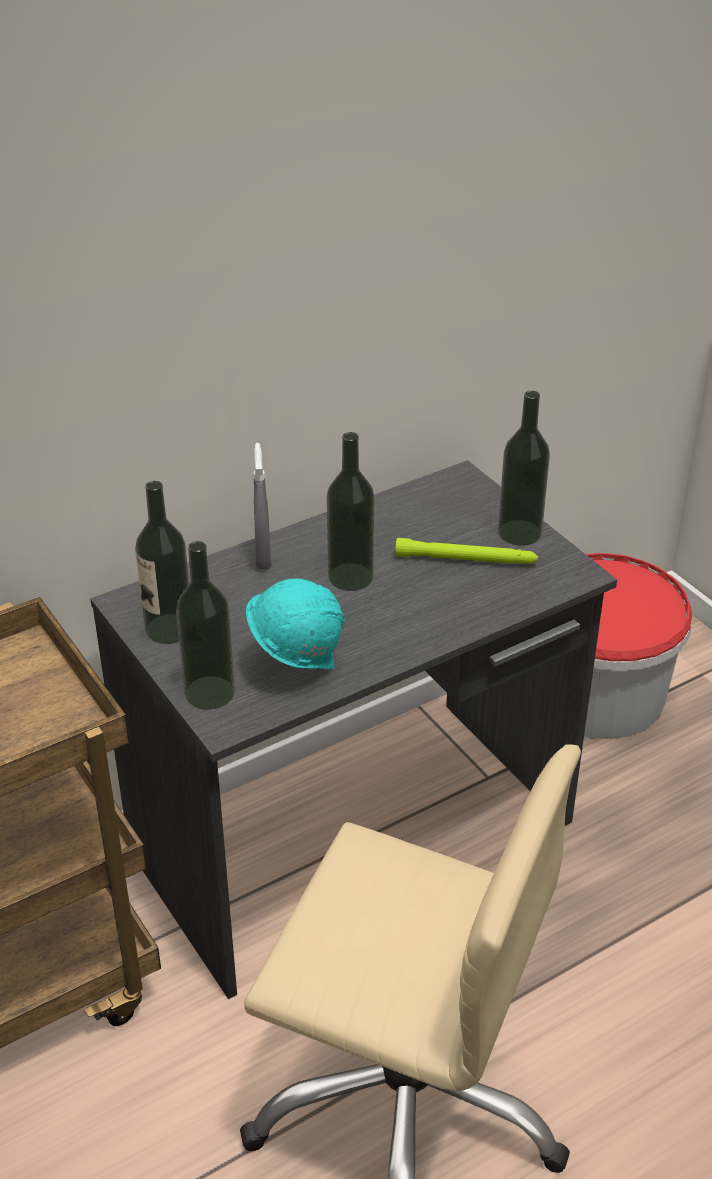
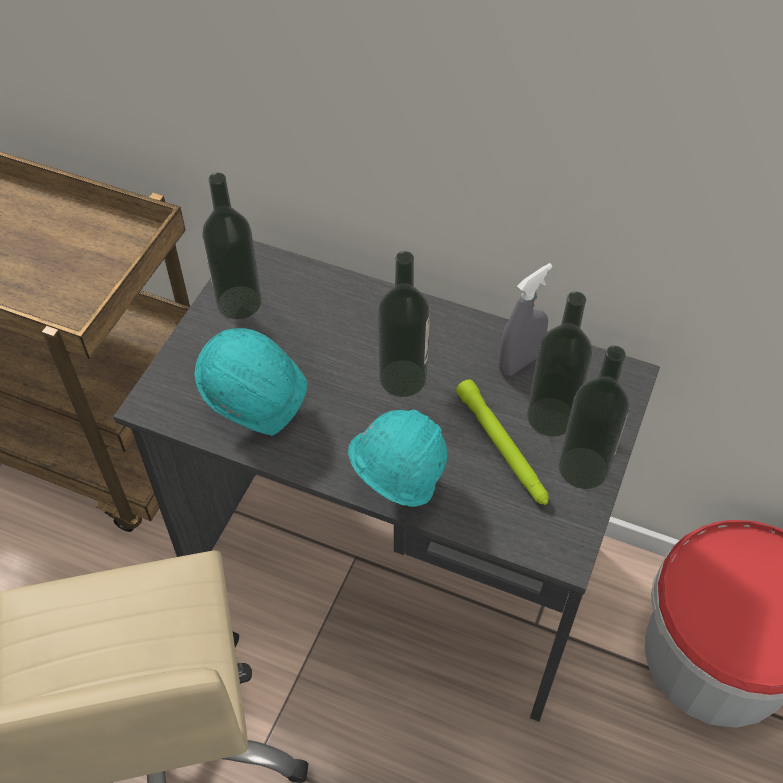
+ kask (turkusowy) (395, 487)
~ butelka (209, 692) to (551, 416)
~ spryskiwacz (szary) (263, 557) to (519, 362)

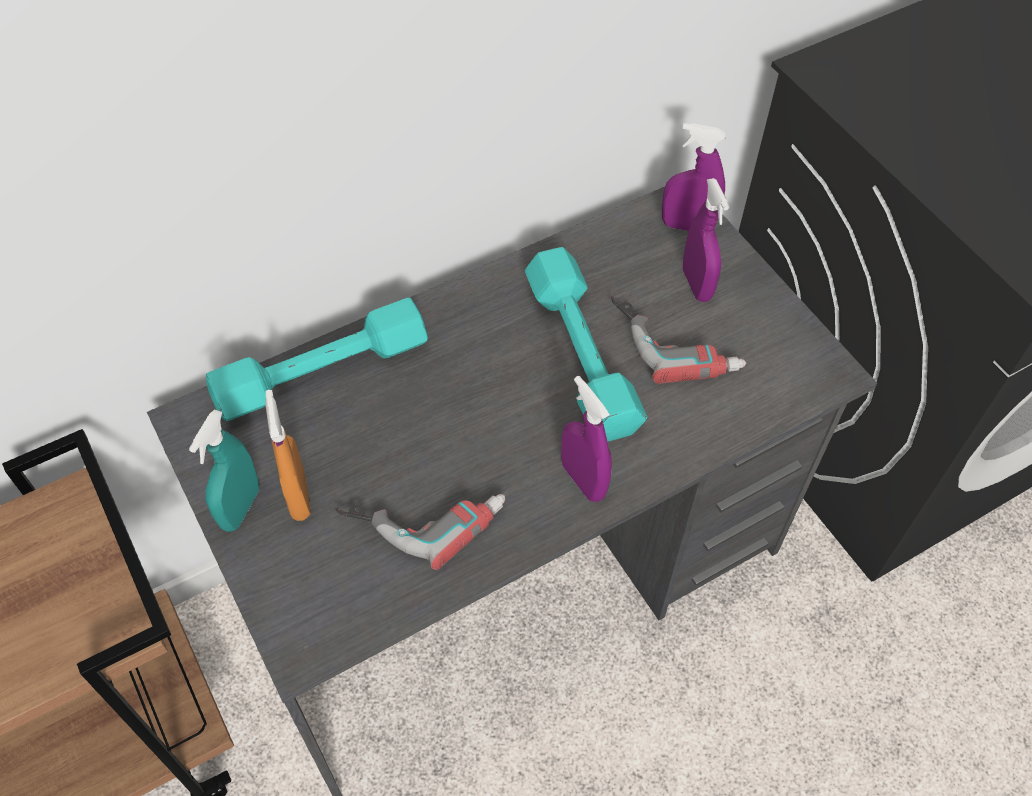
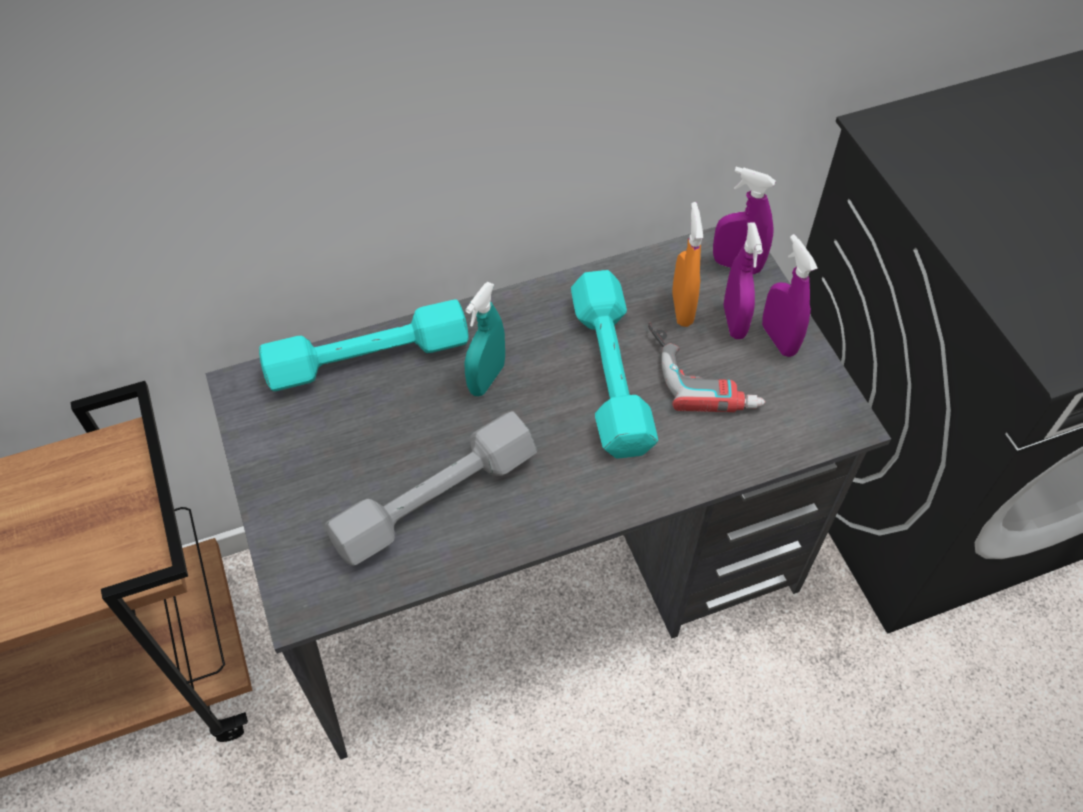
~ spryskiwacz (turkusowy) (240, 508) to (486, 379)
~ spryskiwacz (pomarańczowy) (298, 496) to (682, 309)
~ spryskiwacz (fioletowy) (583, 480) to (778, 339)
~ wiertarka (424, 511) to hantel (szary) (435, 499)

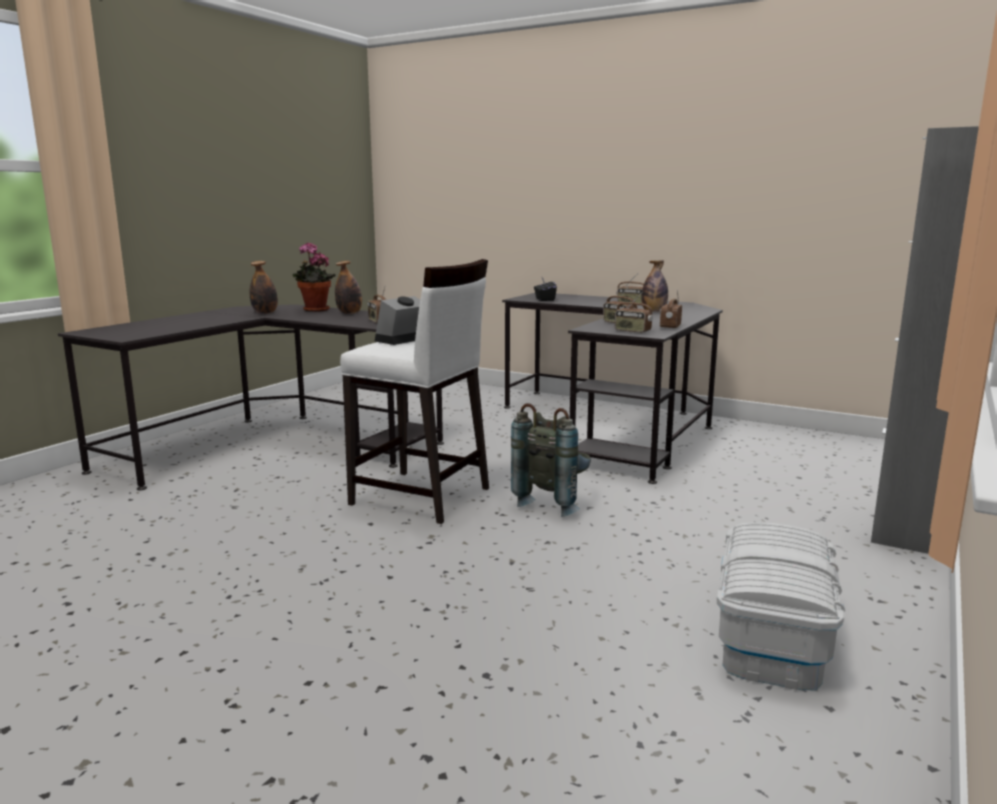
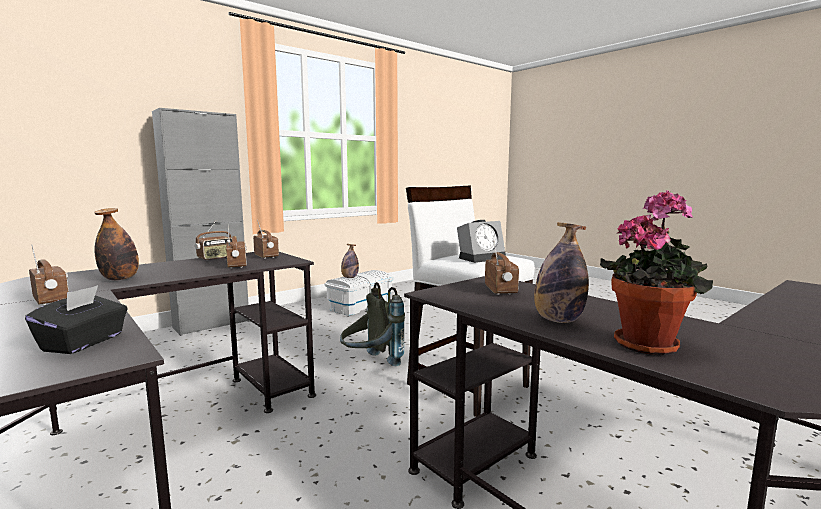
~ butelka (265, 313) to (349, 277)

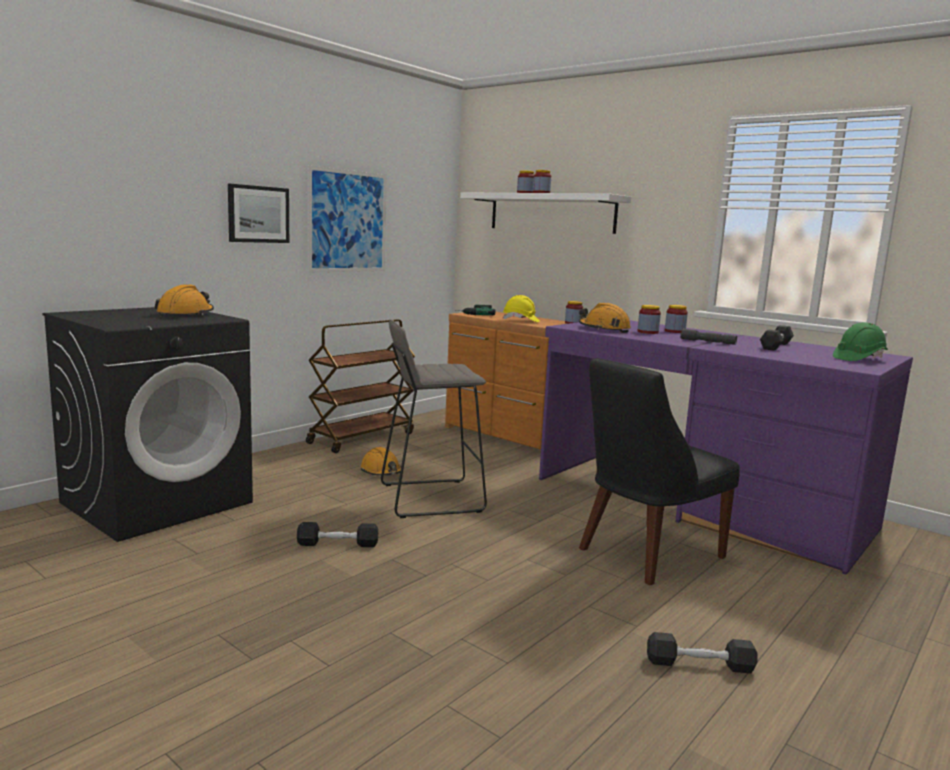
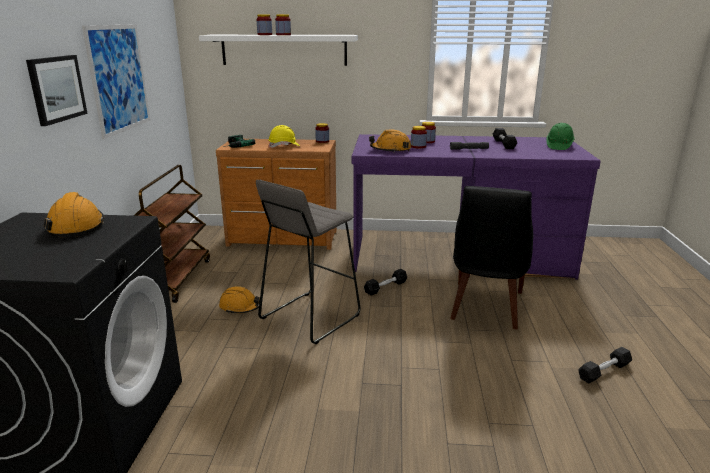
~ hantel (czarny) (338, 544) to (385, 287)

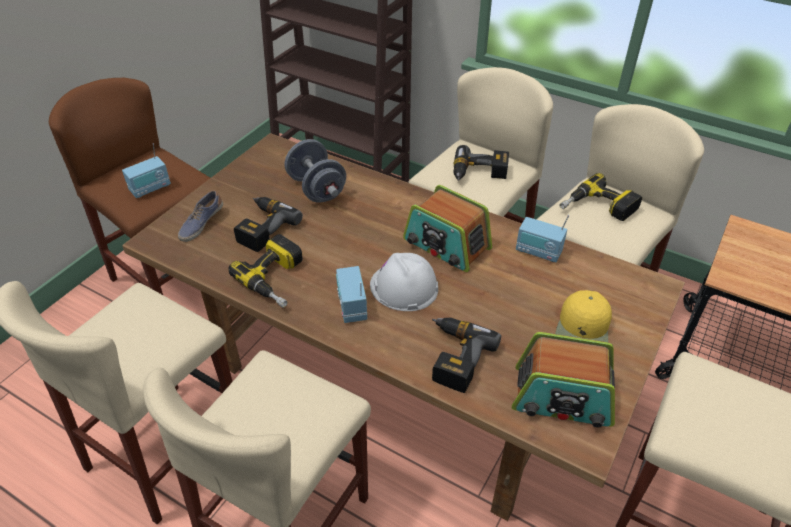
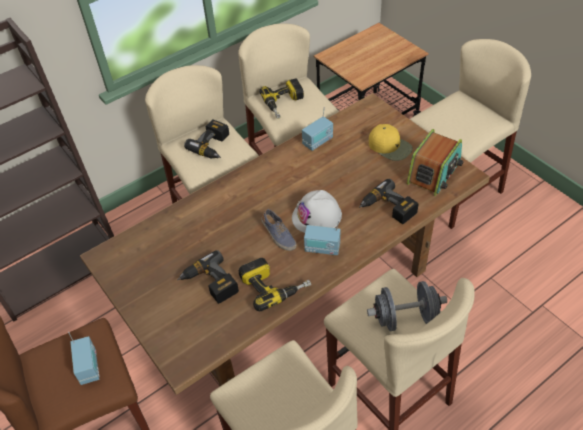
- radio (446, 245)
~ but (201, 224) to (278, 235)
~ hantel (szary) (317, 189) to (405, 317)

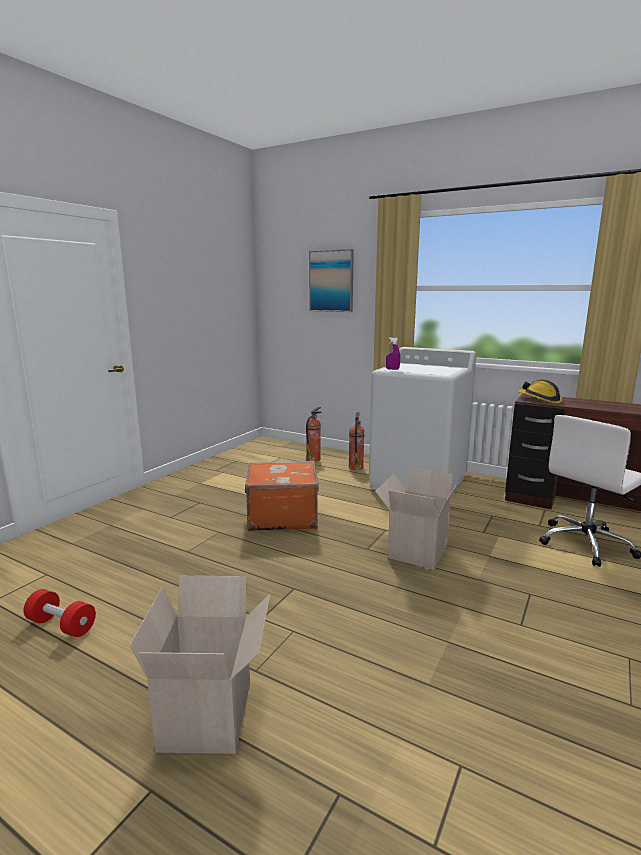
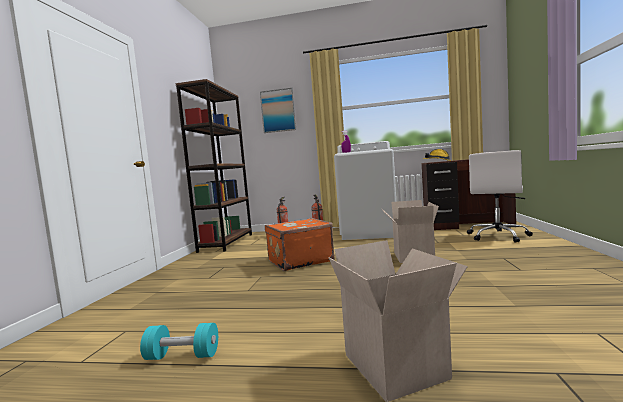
+ regał (brązowy) (226, 243)
~ hantel (czerwony) (61, 625) to hantel (turkusowy) (182, 356)

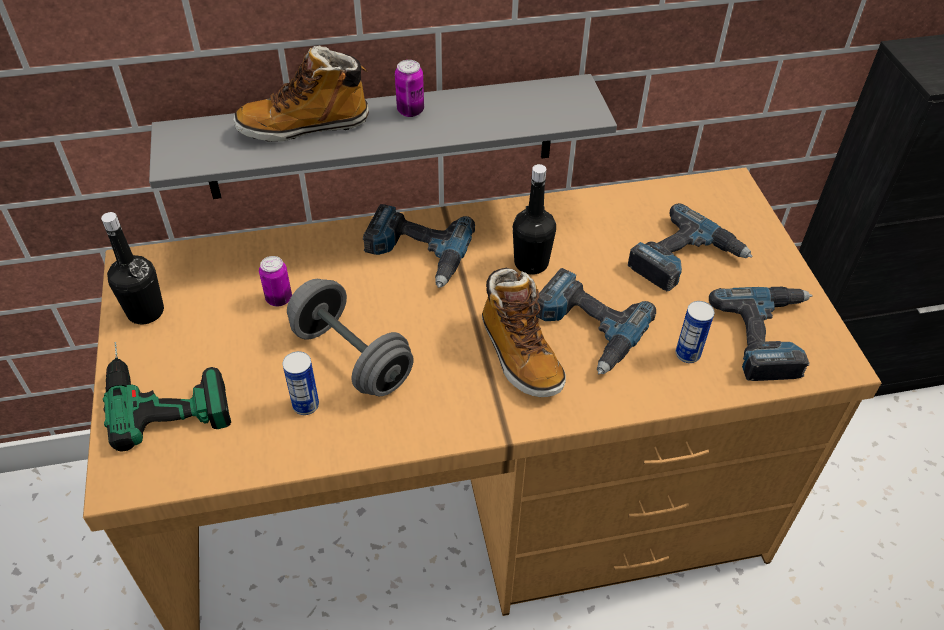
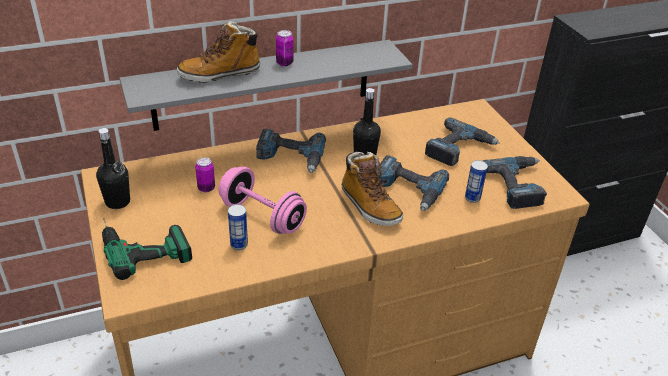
~ hantel (szary) (352, 357) to hantel (różowy) (262, 216)

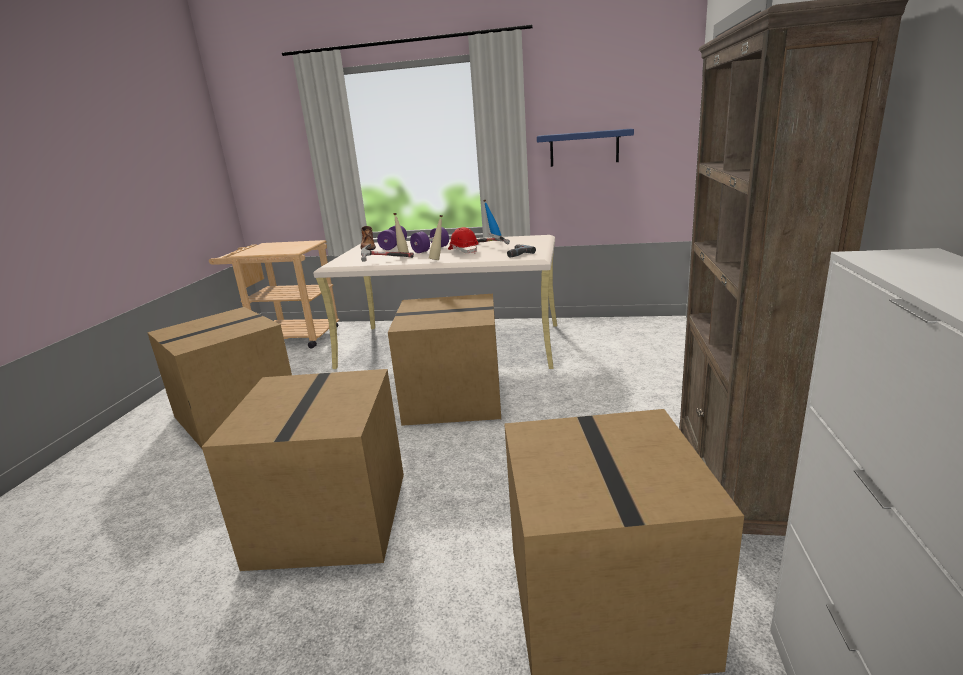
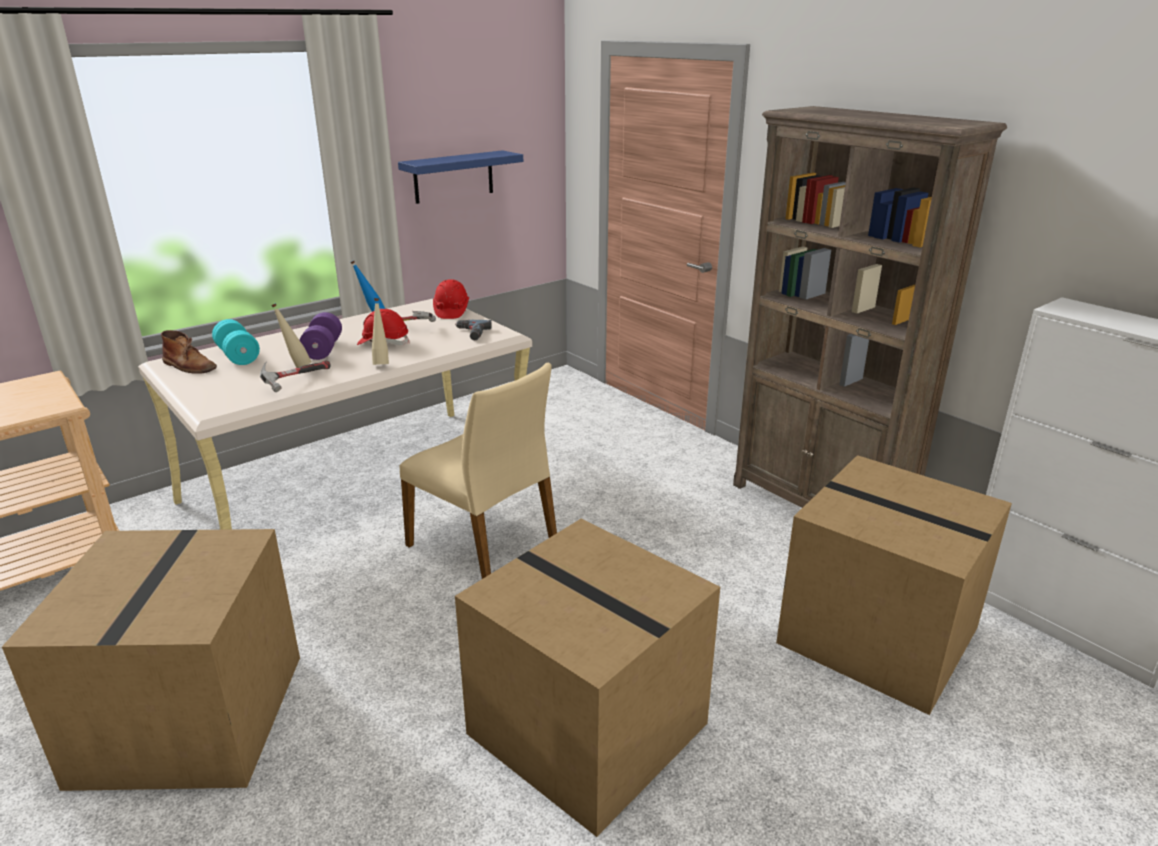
+ kask (czerwony) (451, 311)
~ karton (452, 399) to krzesło (beżowy) (485, 546)
~ hantel (fioletowy) (393, 246) to hantel (turkusowy) (238, 356)

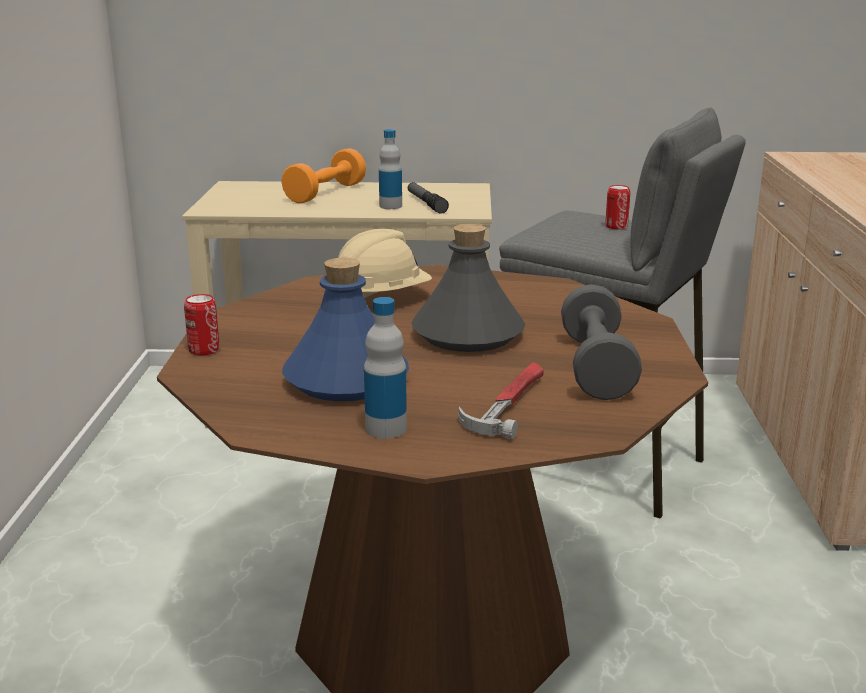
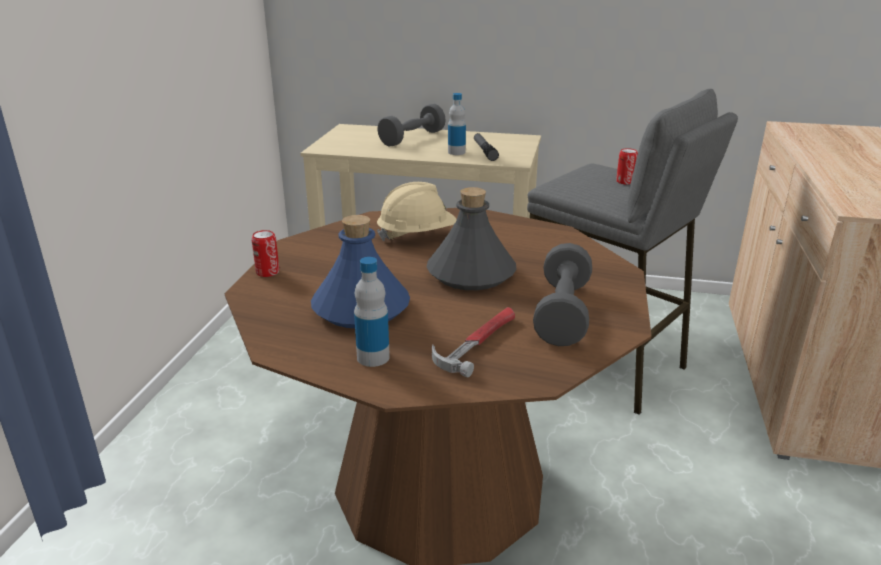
~ hantel (pomarańczowy) (325, 193) to hantel (szary) (412, 138)

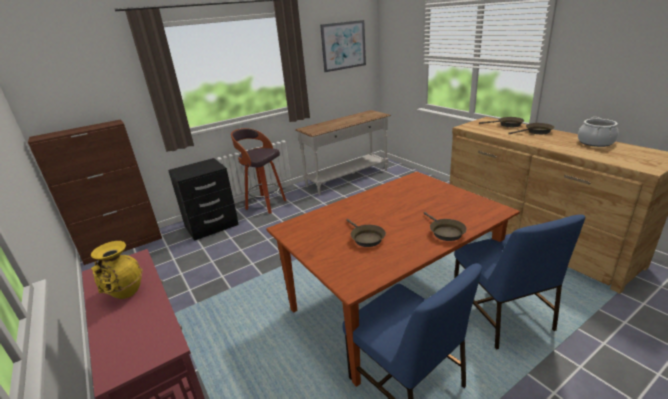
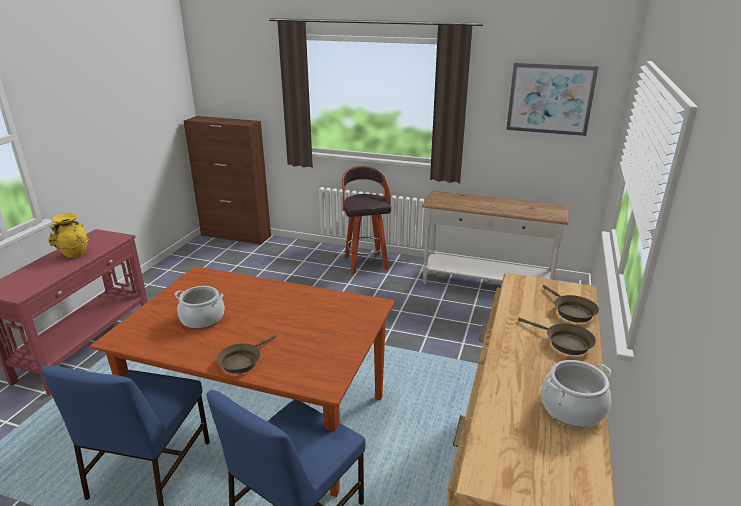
- szafka nocna (czarny) (211, 226)
~ patelnia (brązowy) (366, 238) to garnek (202, 319)

